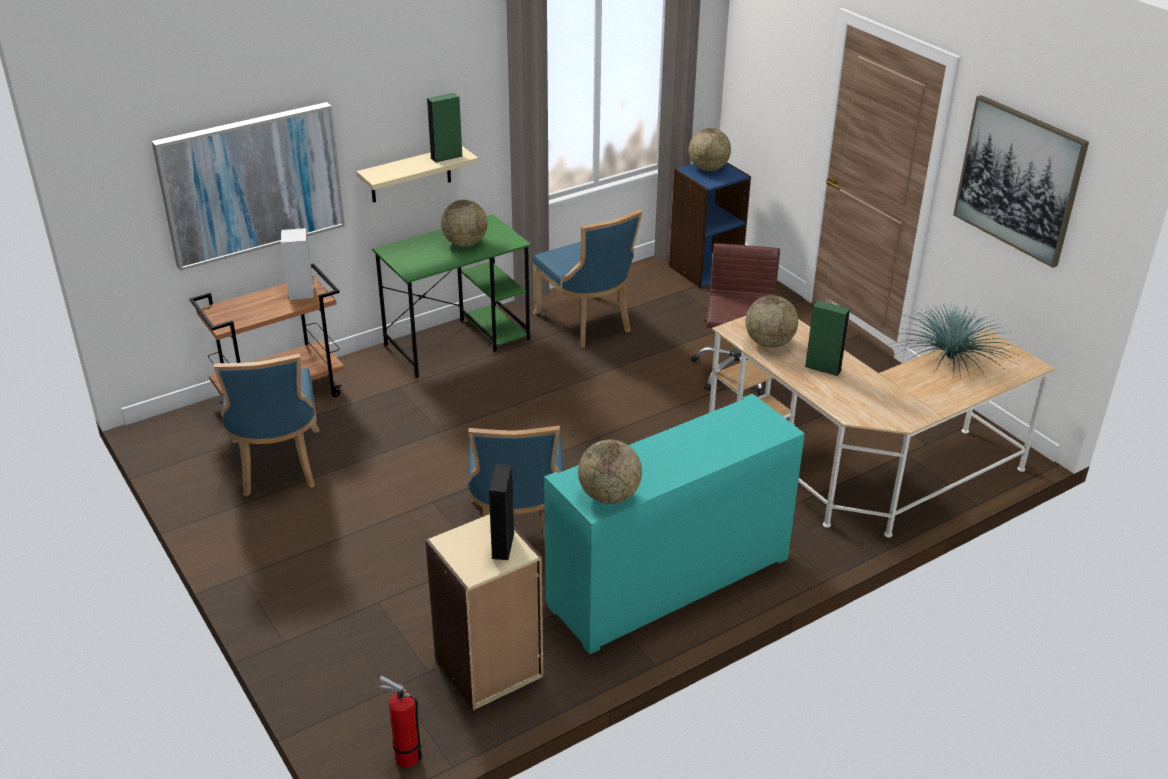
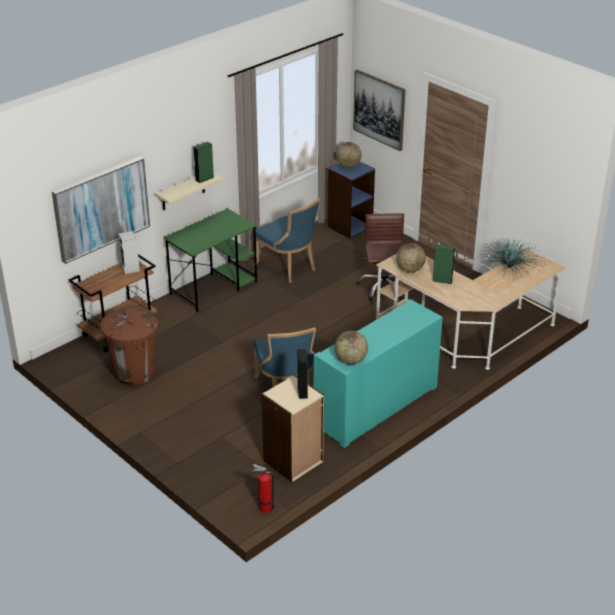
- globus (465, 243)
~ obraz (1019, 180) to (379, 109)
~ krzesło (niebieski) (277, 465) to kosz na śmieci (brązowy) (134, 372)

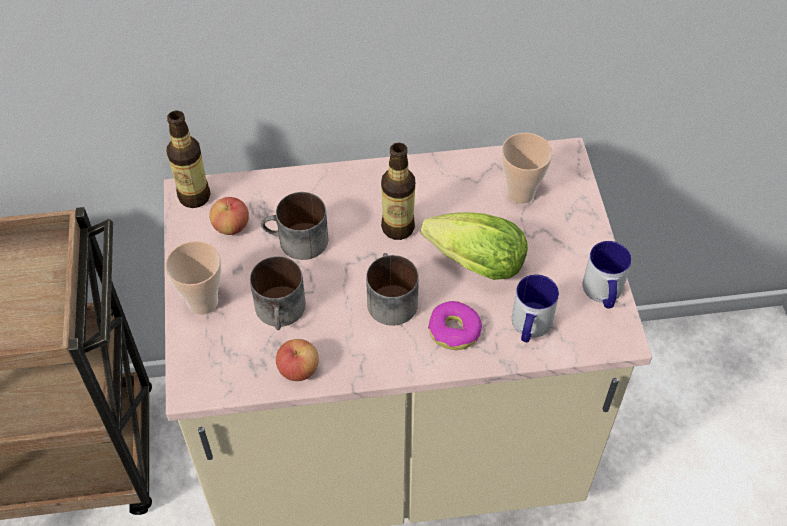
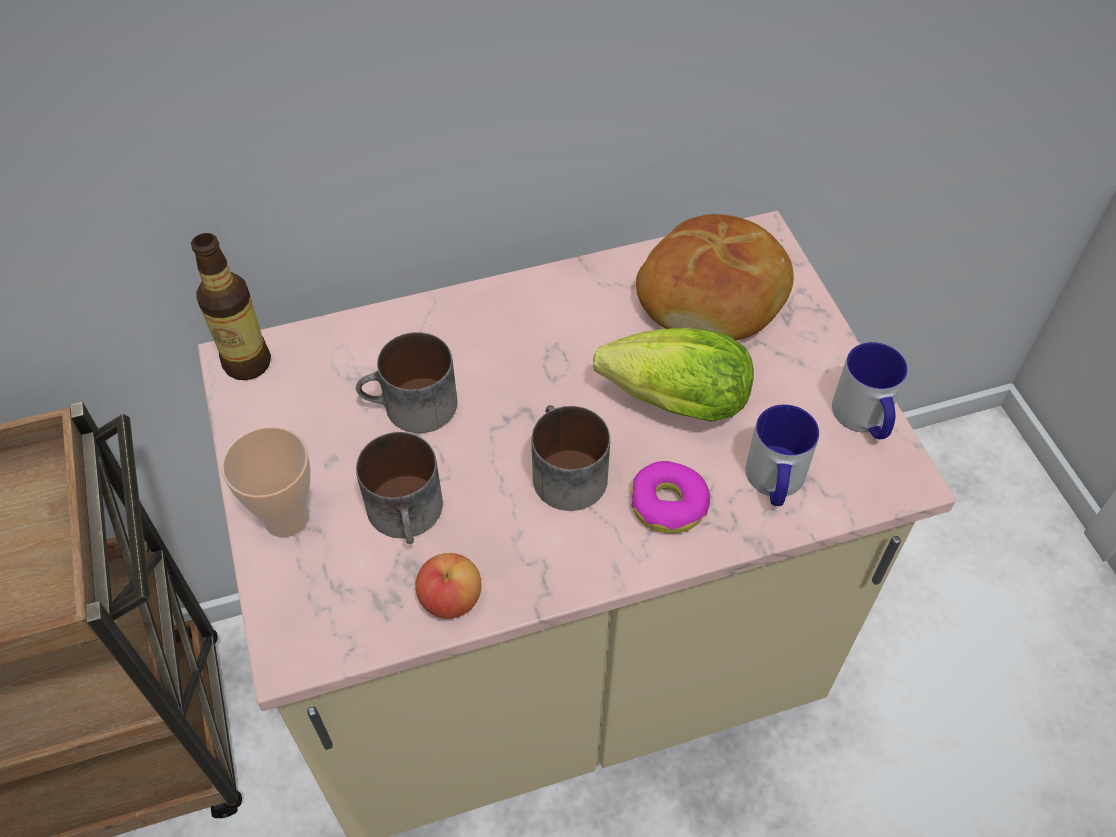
- jabłko (231, 226)
- butelka (398, 228)
~ filiżanka (520, 193) to chleb (714, 295)

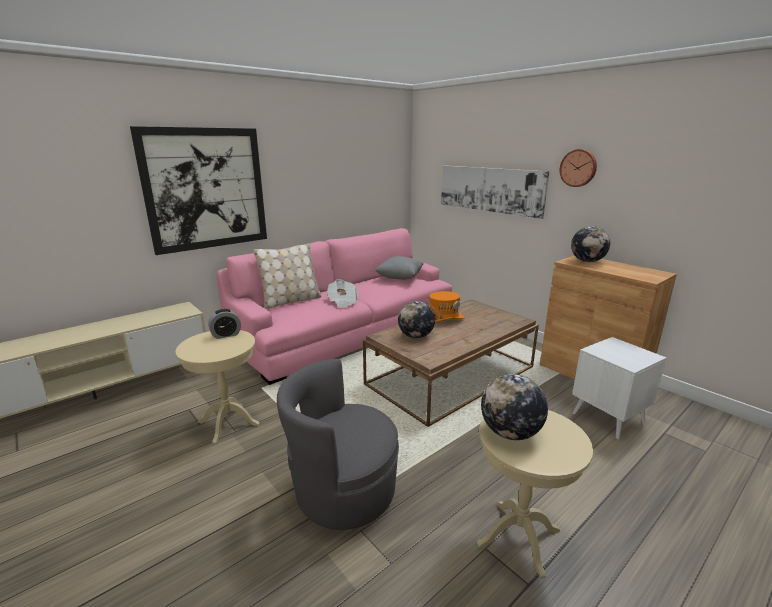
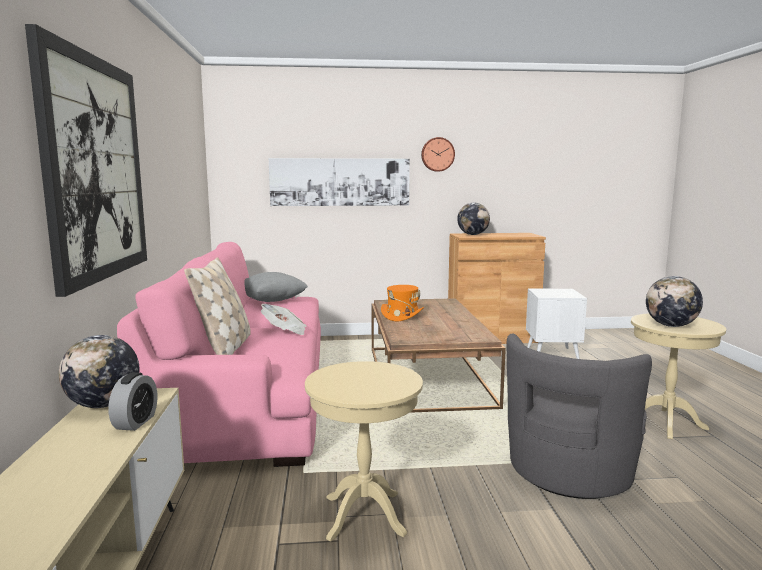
~ budzik (226, 335) to (135, 422)
~ globus (416, 336) to (103, 405)

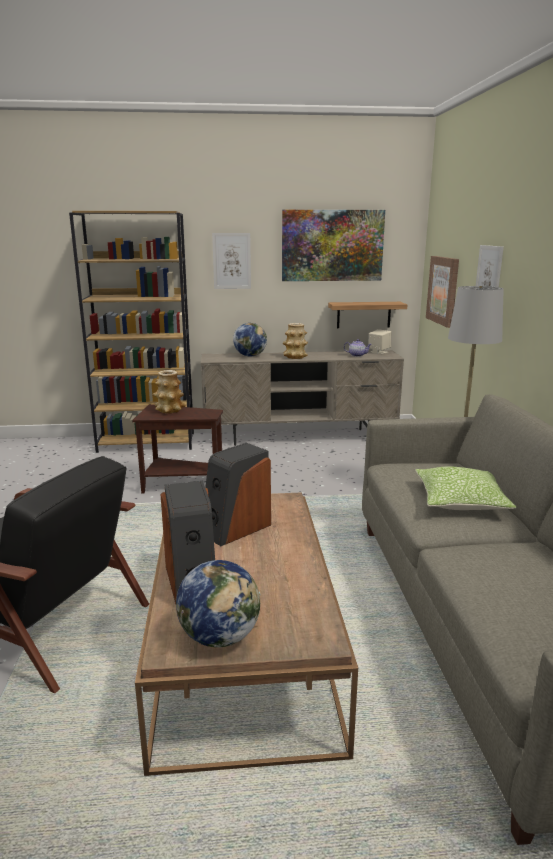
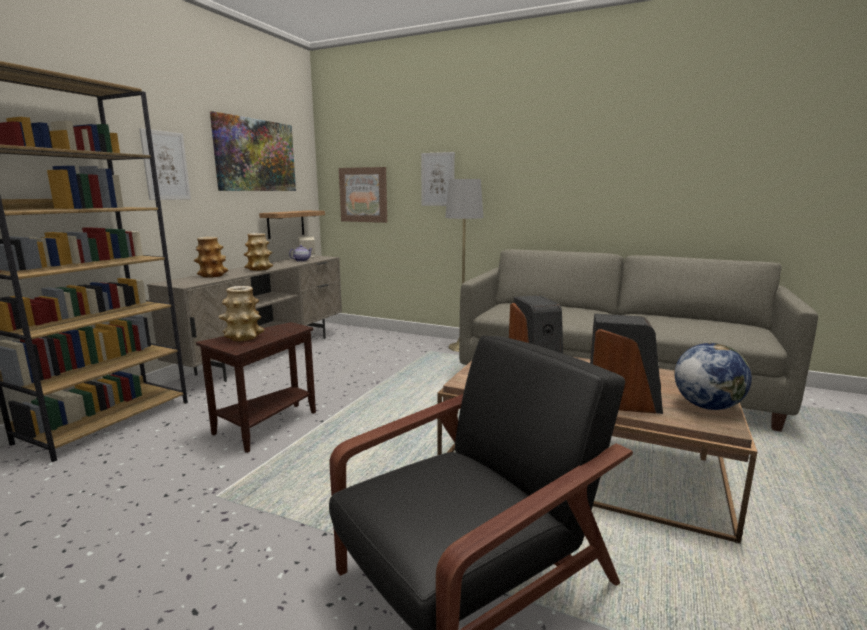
- poduszka (460, 501)
~ globus (250, 356) to wazon (212, 275)

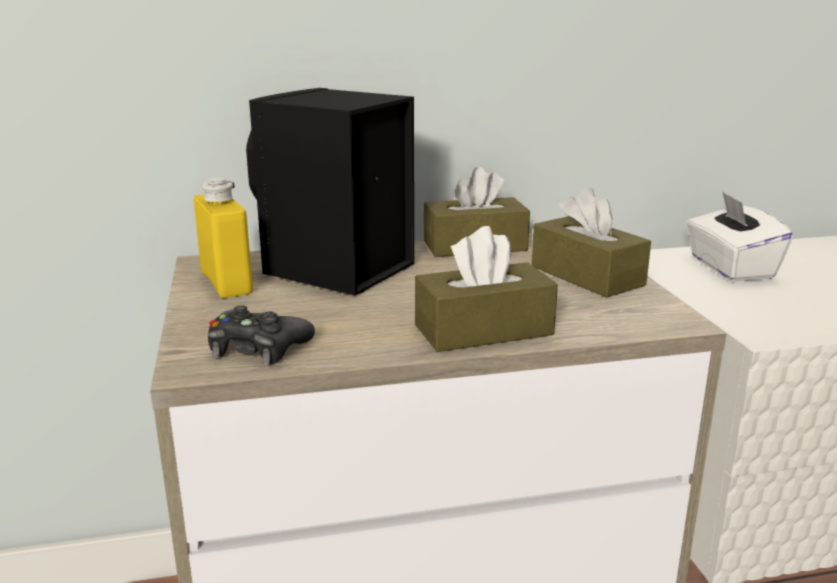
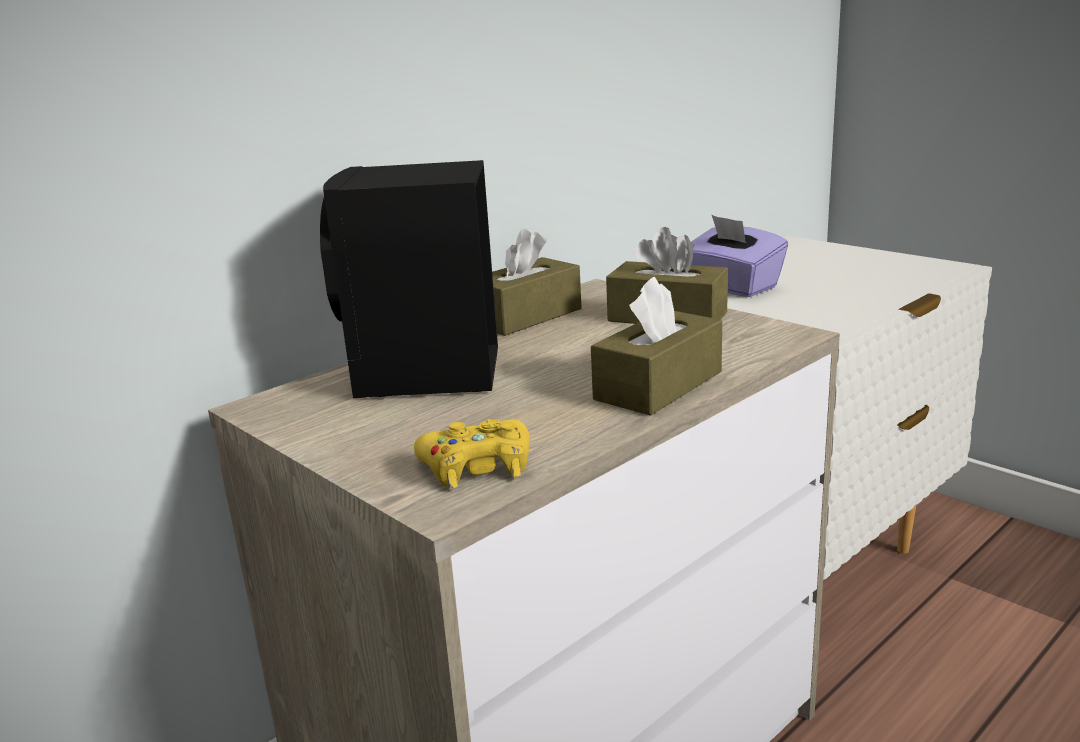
- butelka (żółty) (226, 283)
~ pad do gier (czarny) (257, 348) to pad do gier (żółty) (477, 466)
~ pudełko chusteczek (biały) (730, 268) to pudełko chusteczek (fioletowy) (731, 287)

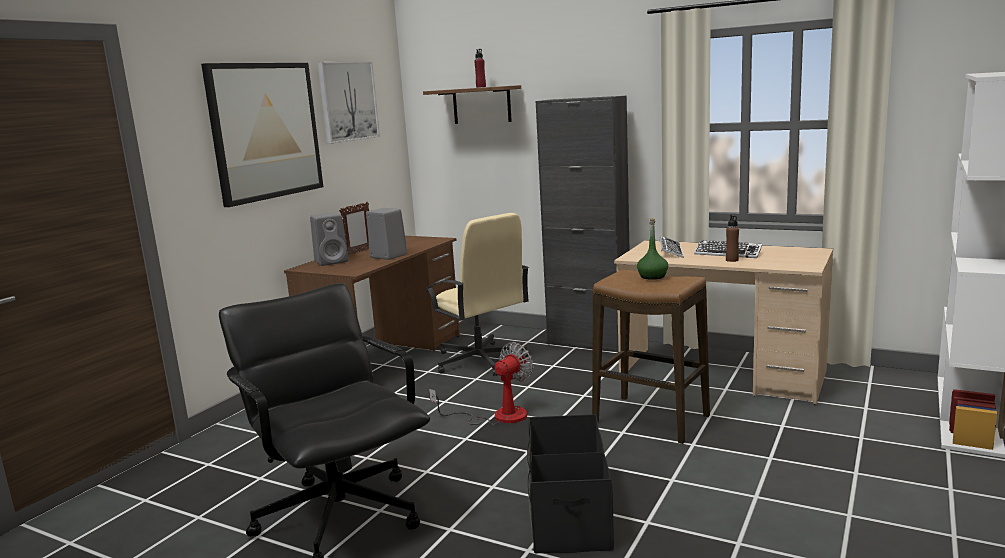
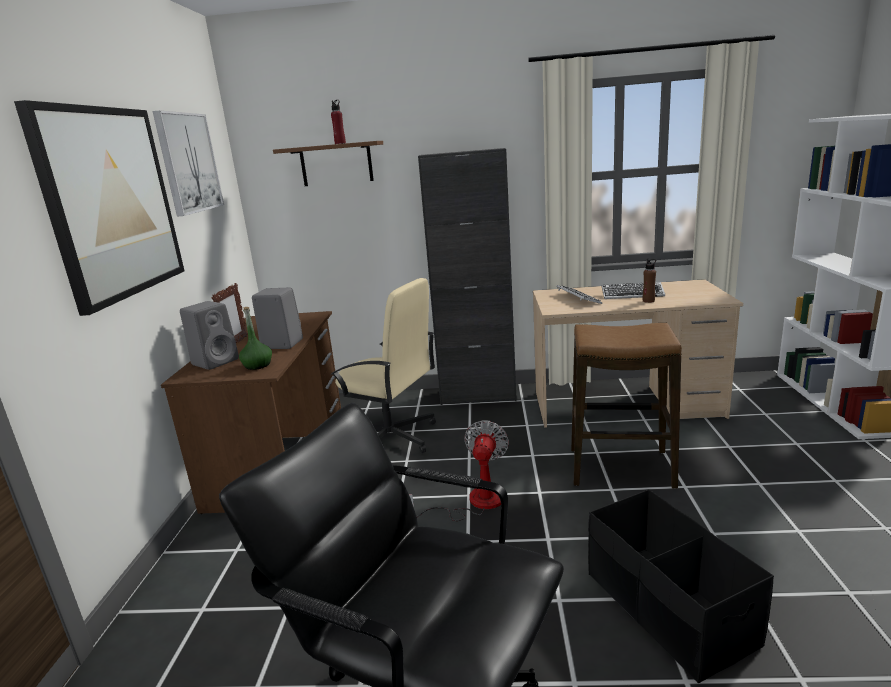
~ butelka (zielony) (652, 276) to (258, 365)

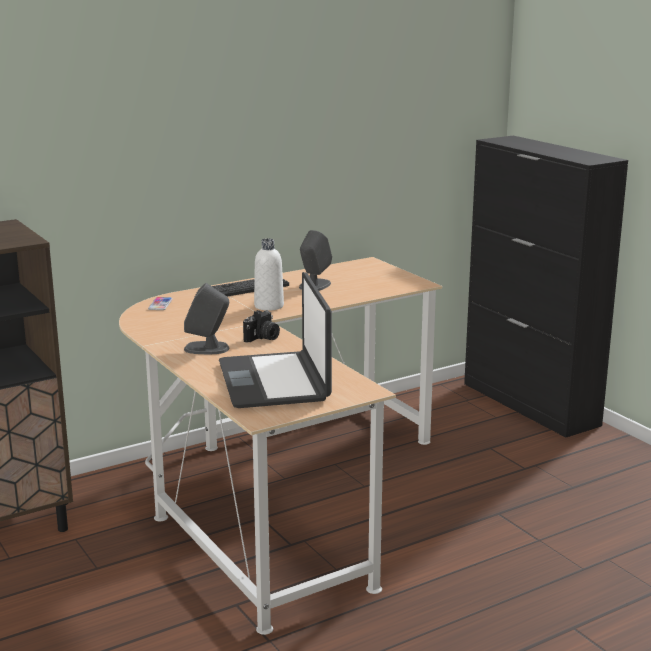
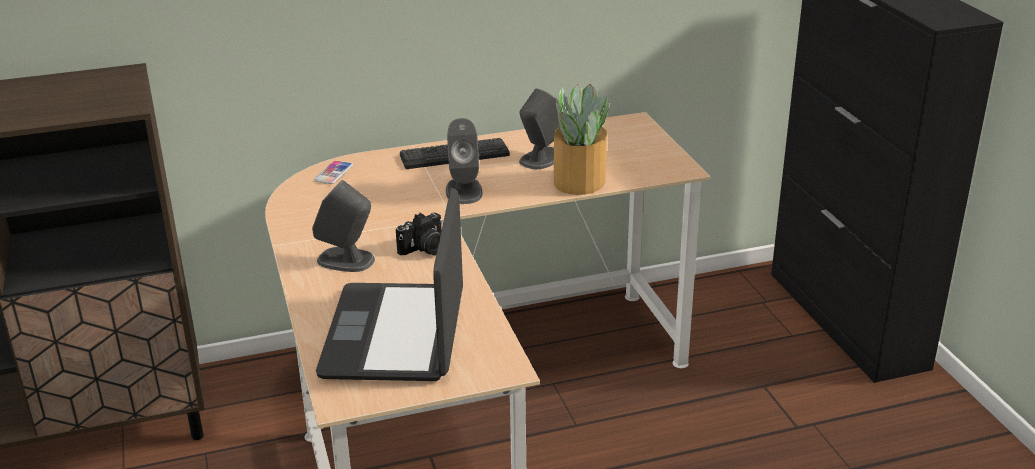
+ roślina doniczkowa (578, 182)
~ butelka (biały) (269, 306) to głośnik (szary) (464, 191)

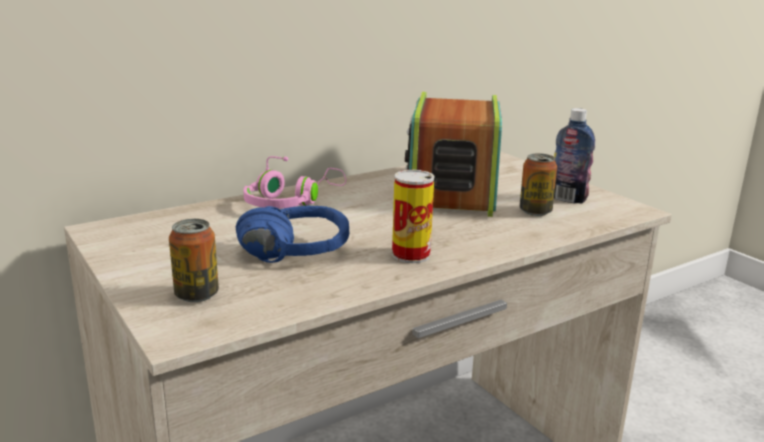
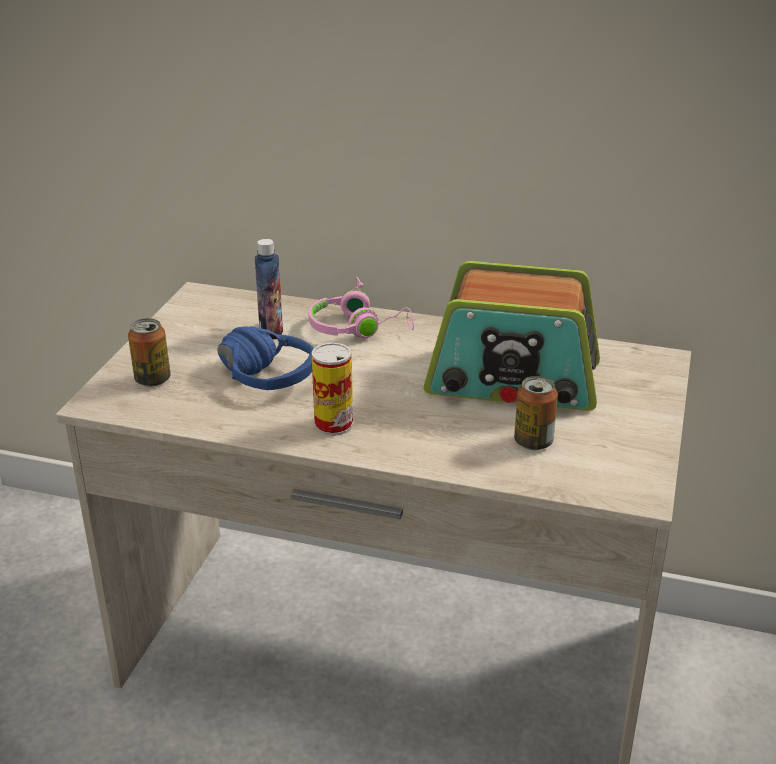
~ butelka (568, 199) to (271, 331)
~ radio (450, 190) = (513, 380) 135 degrees counterclockwise

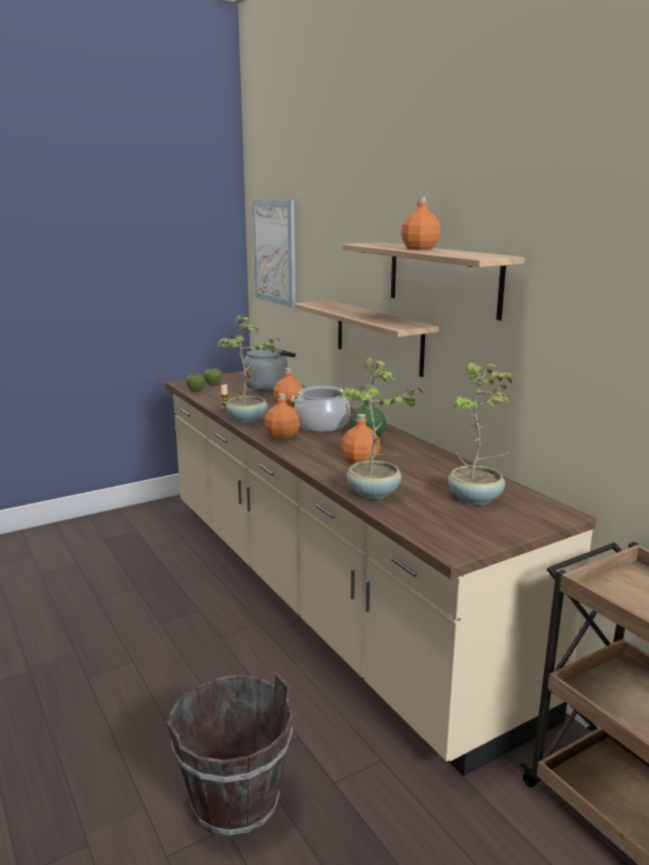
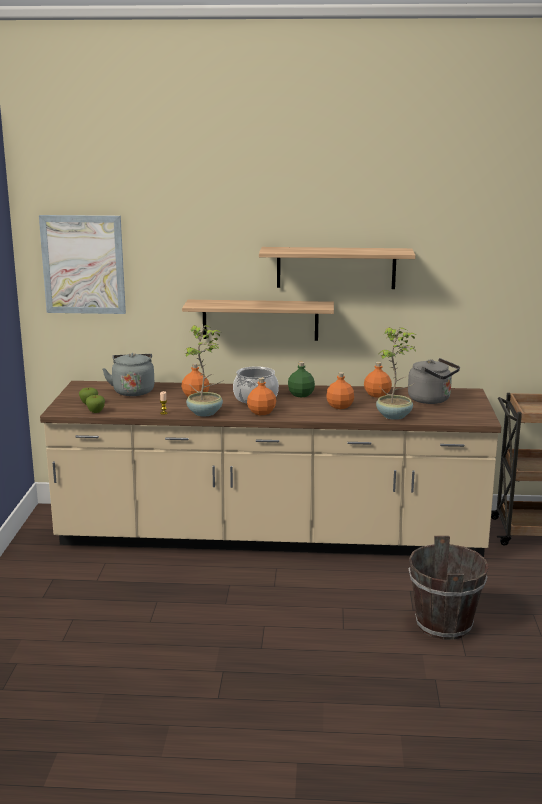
~ butelka (pomarańczowy) (420, 249) to (377, 395)
~ roślina doniczkowa (476, 499) to czajnik (szary) (432, 400)

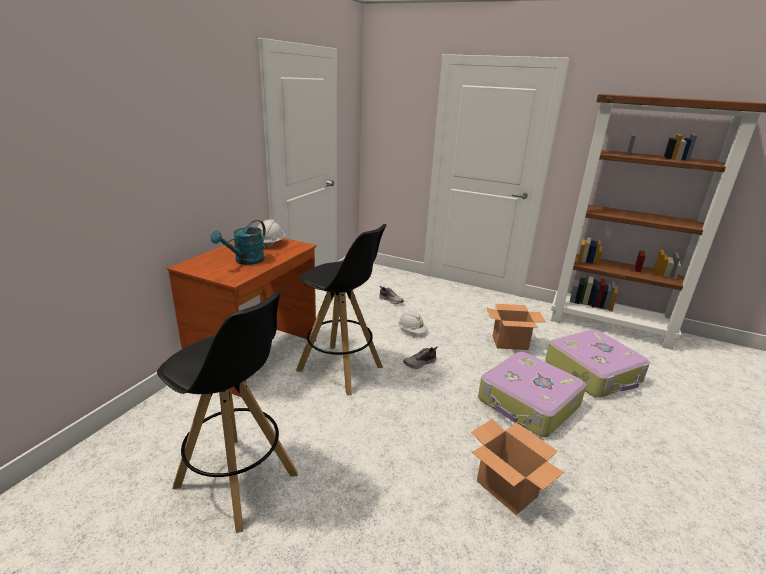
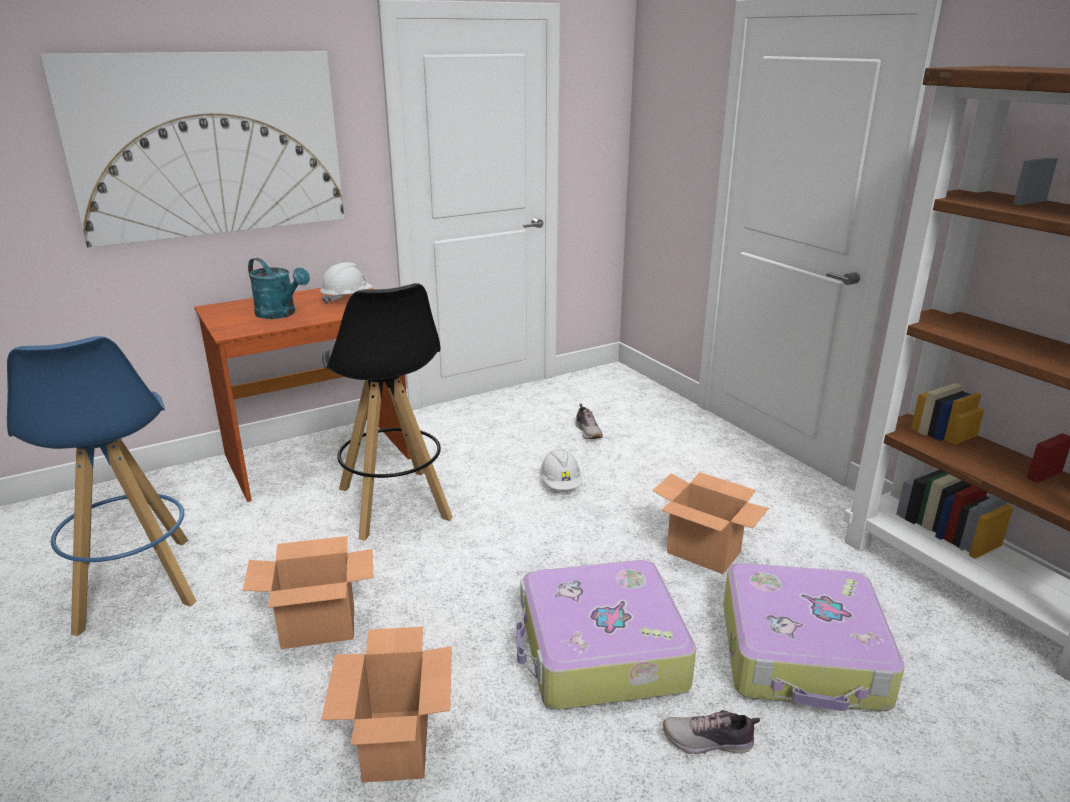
+ obraz (209, 145)
+ karton (319, 626)
~ but (420, 363) to (708, 742)
~ stołek (czarny) (237, 481) to stołek (niebieski) (134, 585)
~ konewka (turkusowy) (245, 261) = (280, 314) 120 degrees counterclockwise

